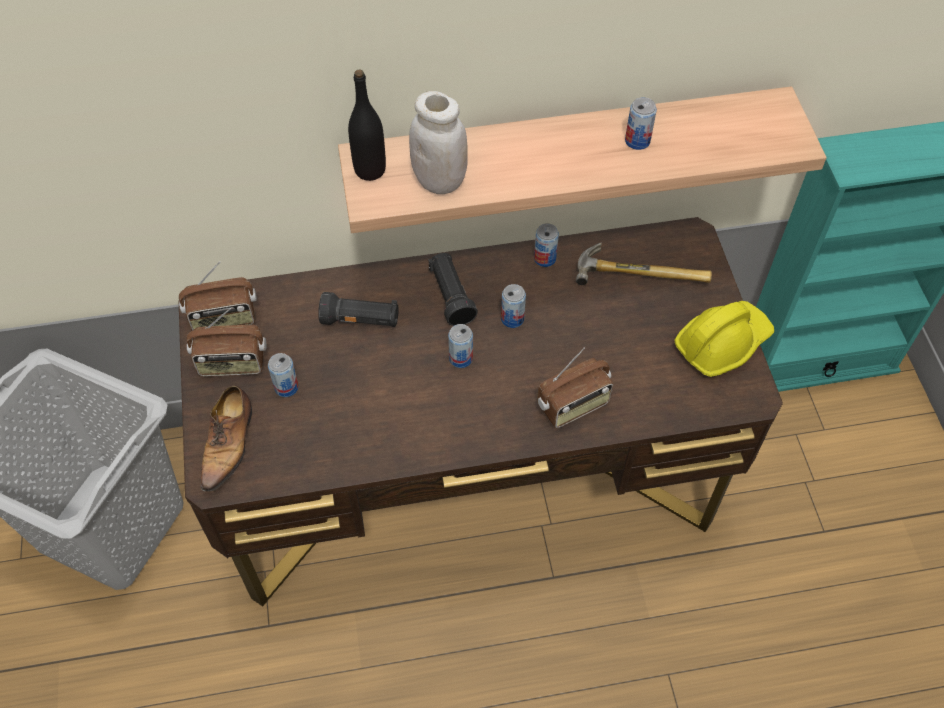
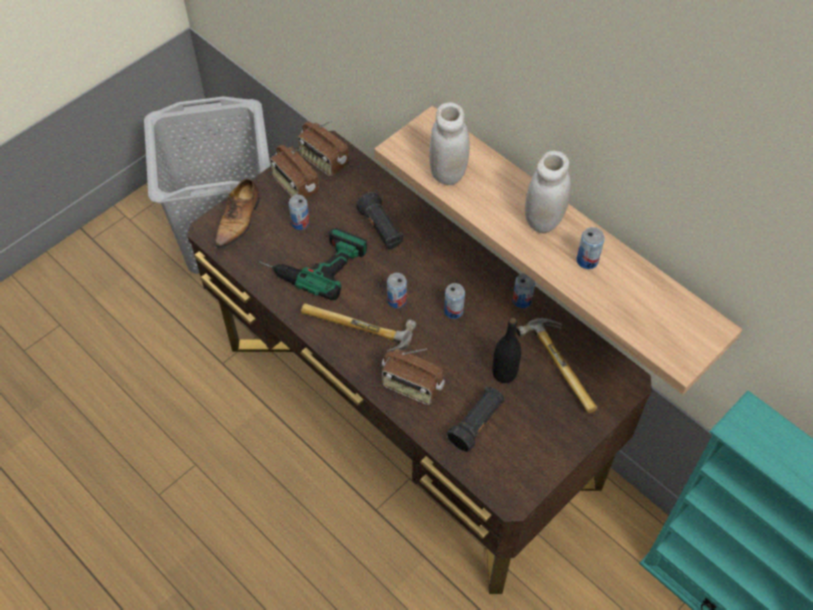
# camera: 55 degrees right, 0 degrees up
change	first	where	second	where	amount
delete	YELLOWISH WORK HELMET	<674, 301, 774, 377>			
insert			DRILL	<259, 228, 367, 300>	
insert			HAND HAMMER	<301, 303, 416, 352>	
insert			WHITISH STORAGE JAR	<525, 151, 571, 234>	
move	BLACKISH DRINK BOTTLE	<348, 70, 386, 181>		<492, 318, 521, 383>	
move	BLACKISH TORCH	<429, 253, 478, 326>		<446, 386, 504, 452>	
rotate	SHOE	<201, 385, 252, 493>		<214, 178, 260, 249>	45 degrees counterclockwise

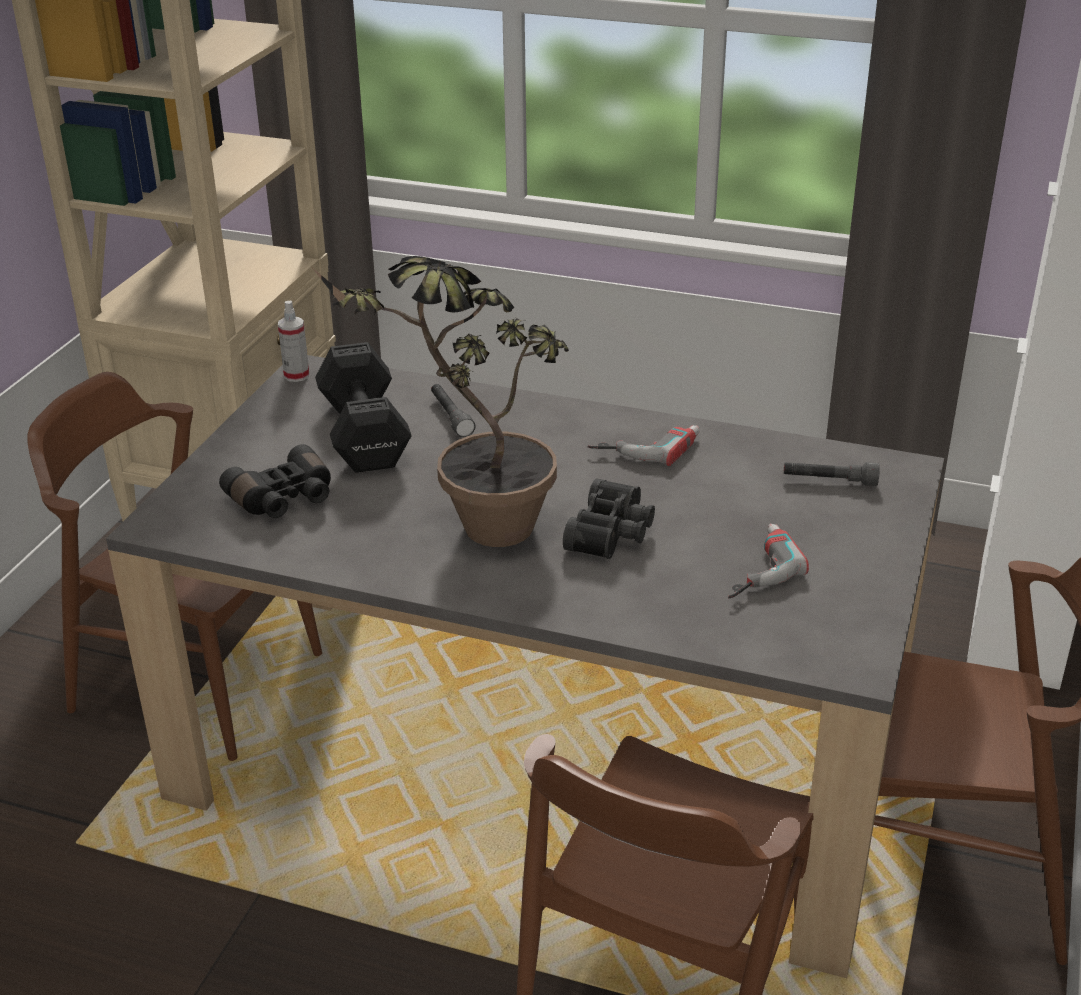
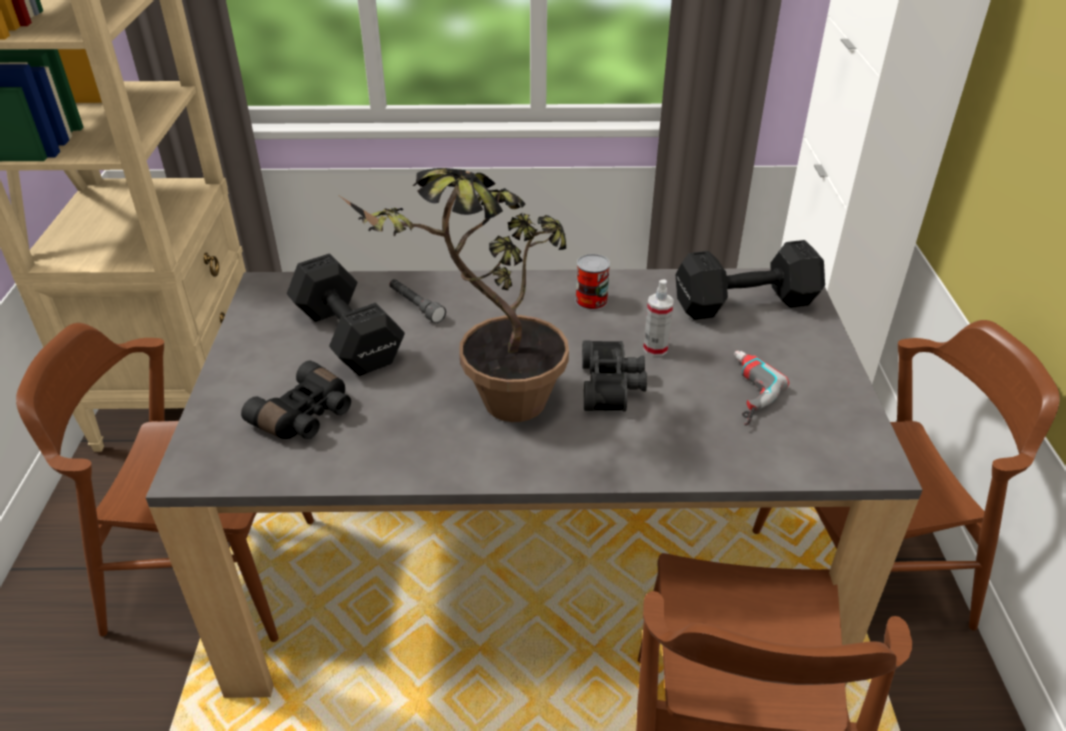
# camera: 20 degrees left, 5 degrees up
change	first	where	second	where	amount
move	HAND SPRAYER	<278, 301, 309, 382>		<643, 280, 674, 356>	
replace	DRILL	<588, 425, 699, 466>	CAN	<575, 254, 610, 310>	
replace	GRAY TORCH	<784, 462, 880, 486>	BLACKISH FREE WEIGHT	<676, 240, 825, 320>	

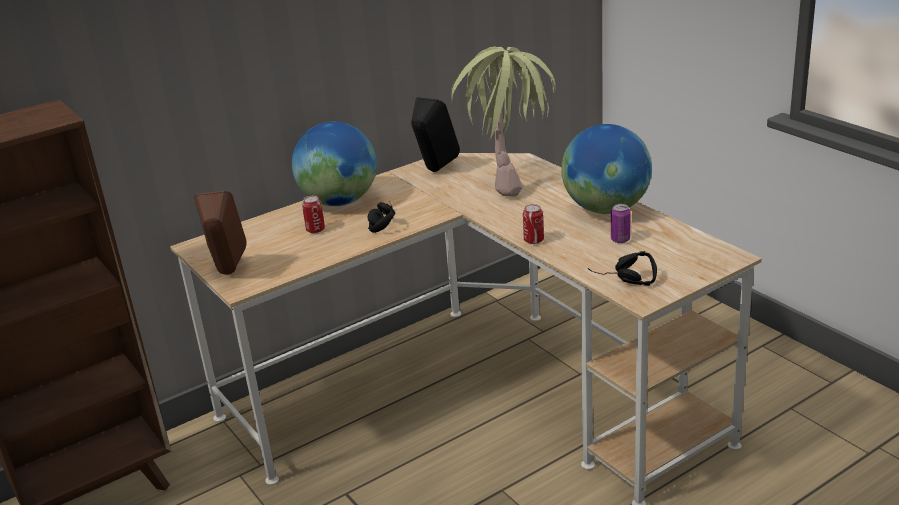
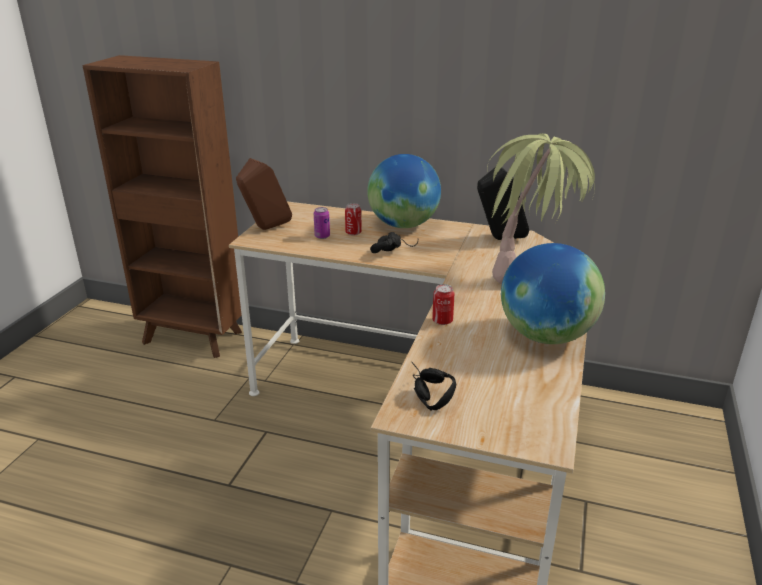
# camera: 50 degrees right, 0 degrees up
change	first	where	second	where	amount
move	CAN	<611, 204, 631, 243>		<314, 207, 330, 239>	

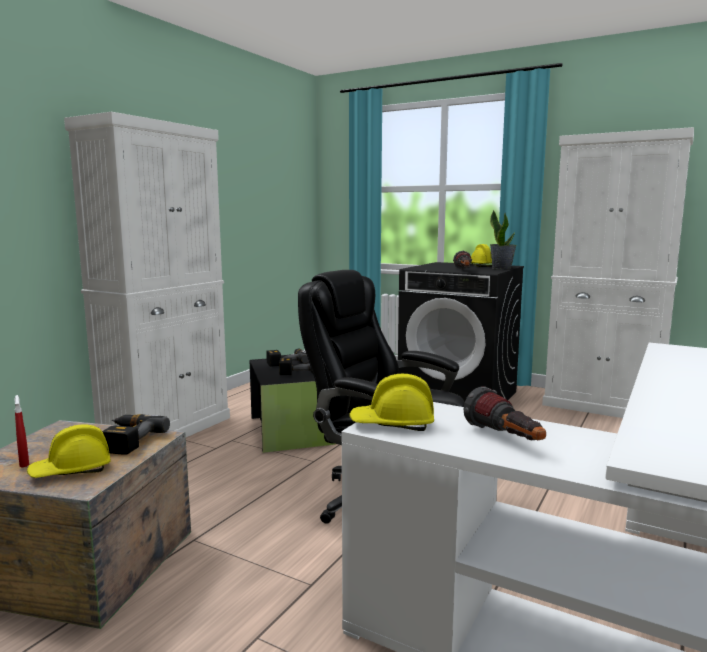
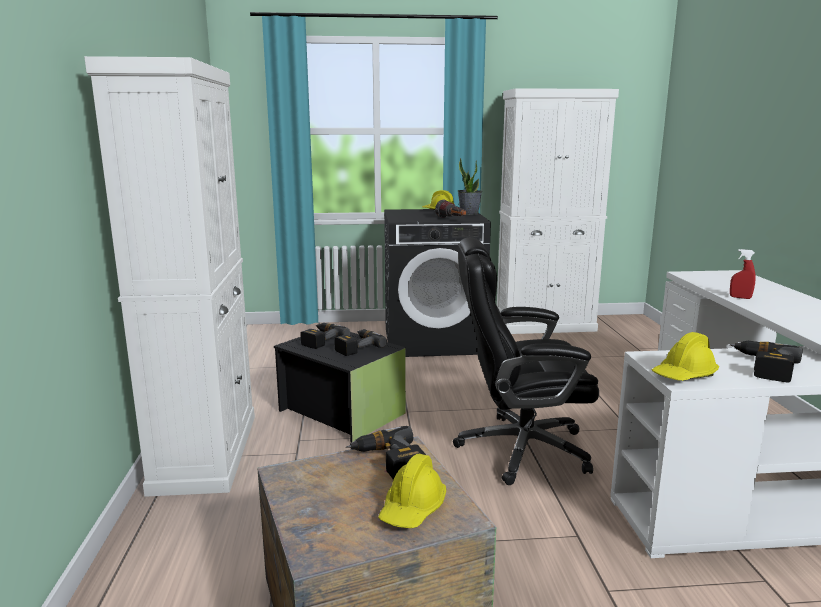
# camera: 35 degrees left, 5 degrees up
change	first	where	second	where	amount
move	REDDISH HAND SPRAYER	<15, 395, 29, 467>		<730, 249, 756, 299>	
replace	TORCH	<464, 386, 546, 440>	DRILL	<730, 341, 803, 382>	

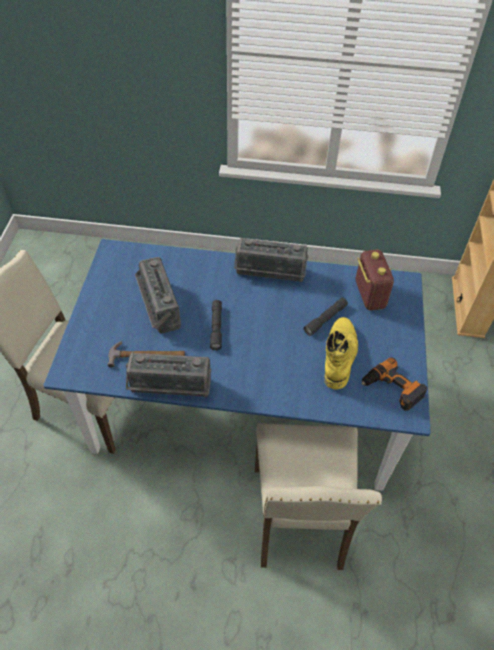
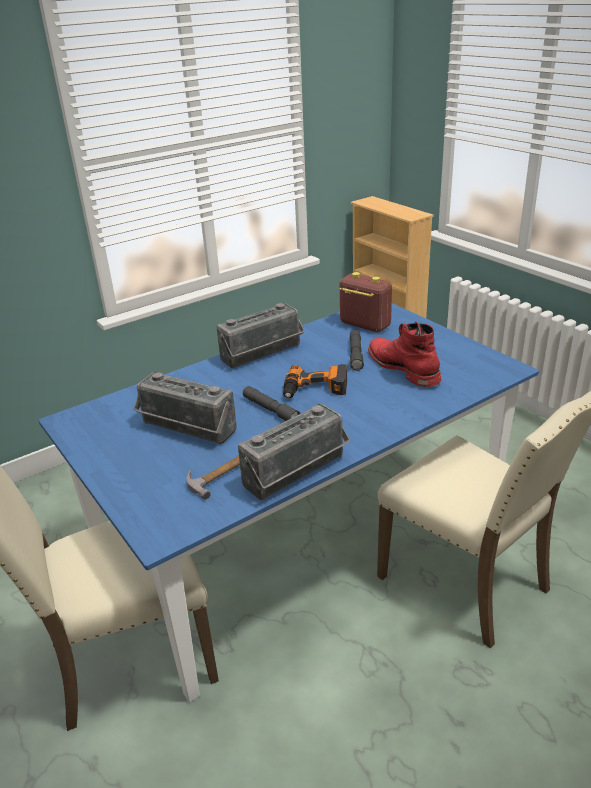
# camera: 40 degrees left, 20 degrees down
change	first	where	second	where	amount
move	DRILL	<362, 357, 427, 411>		<283, 364, 347, 398>	
recolor	YELLOWISH TALL BOOT	<324, 317, 358, 390>	REDDISH TALL BOOT	<368, 322, 441, 387>	

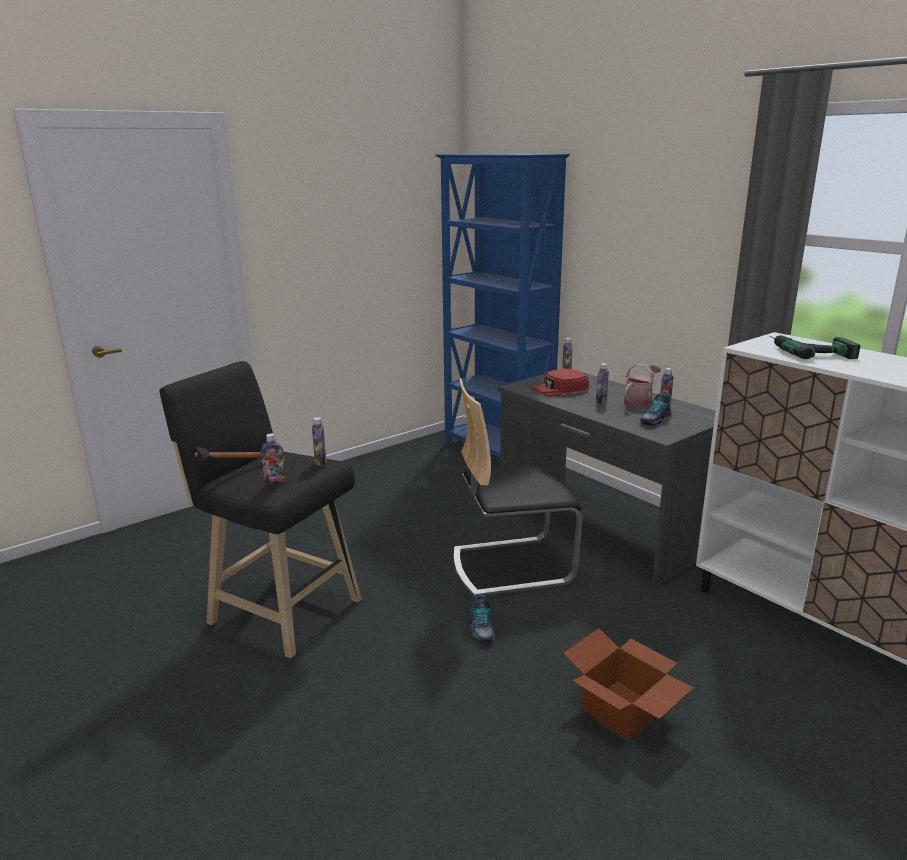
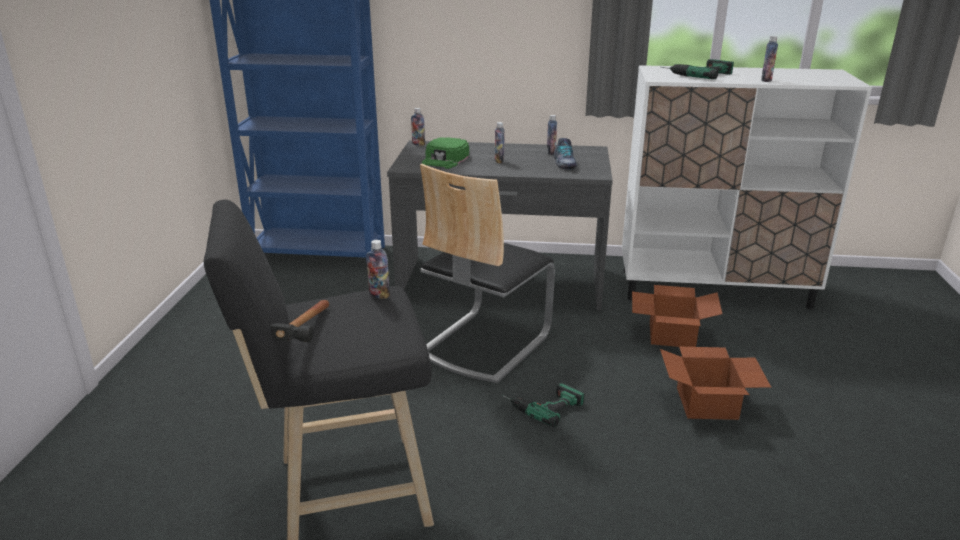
# camera: 45 degrees left, 5 degrees up
change	first	where	second	where	amount
delete	WATERING POT	<624, 364, 661, 407>			
insert			CARDBOARD BOX	<632, 285, 722, 347>	
move	DRINK BOTTLE	<261, 433, 286, 484>		<761, 36, 778, 82>	
replace	SHOE	<470, 595, 495, 643>	DRILL	<502, 383, 585, 427>	
recolor	REDDISH BASEBALL CAP	<532, 368, 589, 397>	GREEN BASEBALL CAP	<422, 137, 469, 169>	

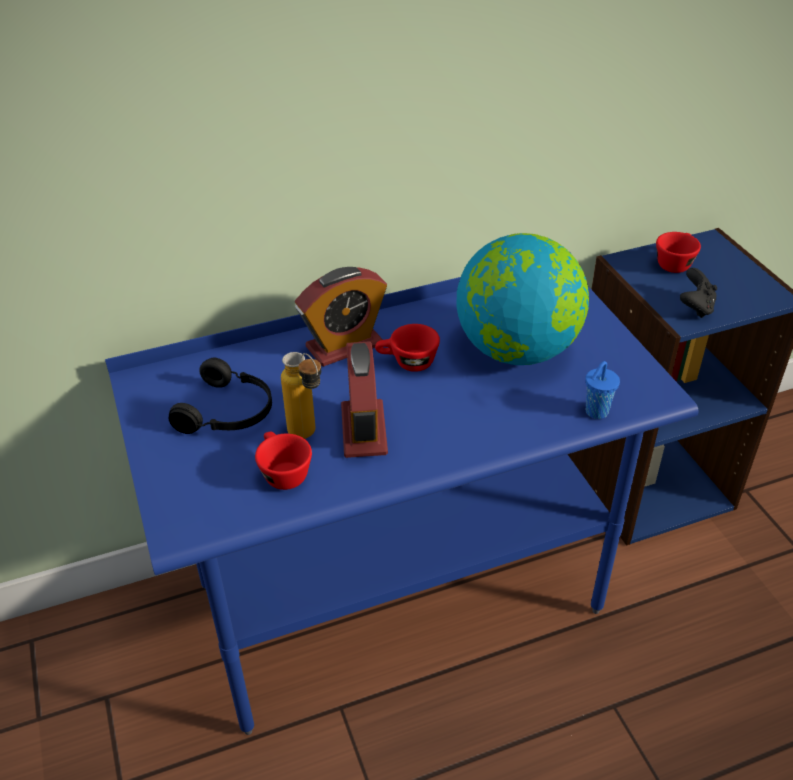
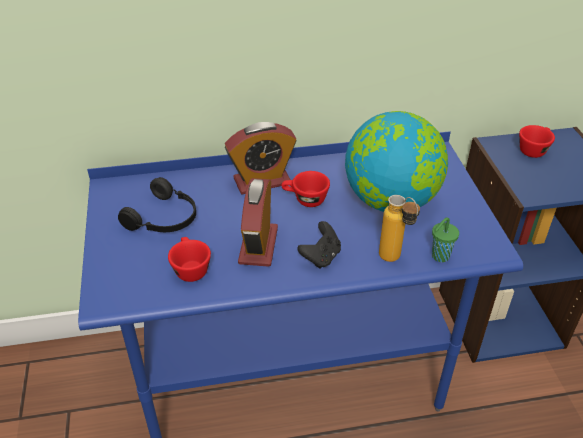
# camera: 10 degrees right, 0 degrees up
change	first	where	second	where	amount
move	DRINK BOTTLE	<281, 352, 321, 439>		<379, 195, 420, 262>	
move	BLACKISH GAME CONTROLLER	<680, 268, 717, 318>		<297, 221, 341, 269>	
recolor	BLUISH SMALL CUP	<585, 361, 620, 419>	GREEN SMALL CUP	<432, 217, 459, 262>	

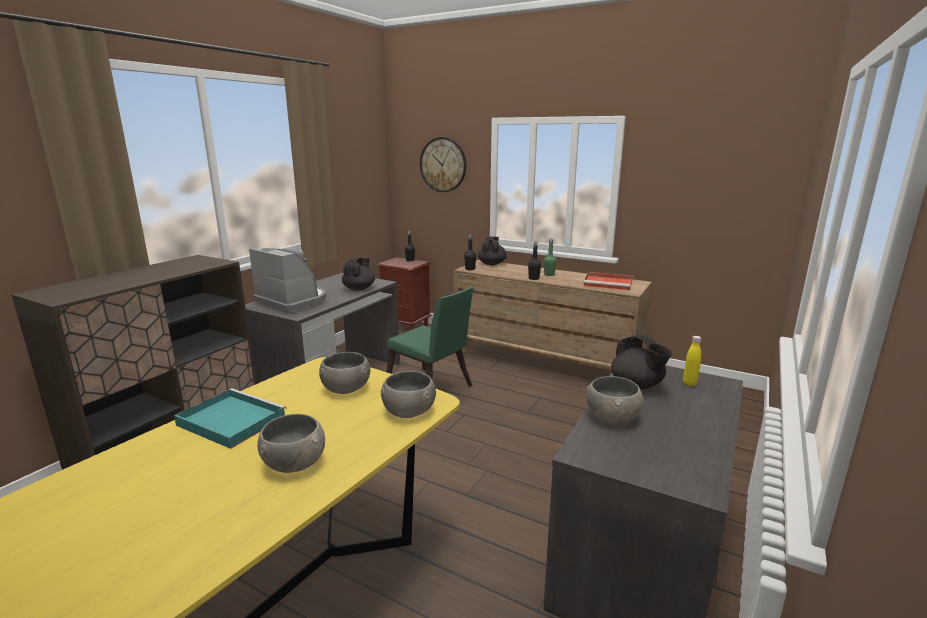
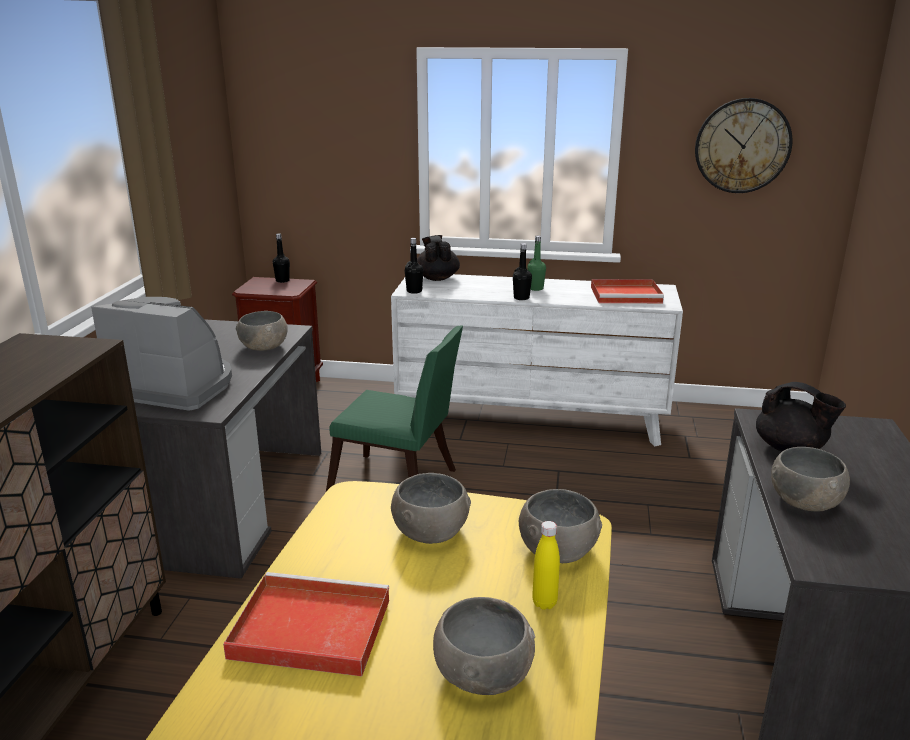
# camera: 20 degrees left, 5 degrees up
change	first	where	second	where	amount
move	WALL CLOCK	<420, 137, 466, 192>		<695, 98, 793, 193>	
move	YELLOWISH DRINK BOTTLE	<683, 336, 701, 387>		<532, 521, 560, 610>	
replace	BLACKISH TEAPOT	<342, 258, 375, 291>	GRAY DEEP DISH	<236, 311, 288, 351>	
recolor	TURQUOISE CARRYING TRAY	<174, 388, 286, 449>	REDDISH CARRYING TRAY	<223, 572, 390, 676>	
recolor	BROWNISH DRAWER CHEST	<454, 260, 652, 370>	WHITISH DRAWER CHEST	<391, 274, 683, 446>	

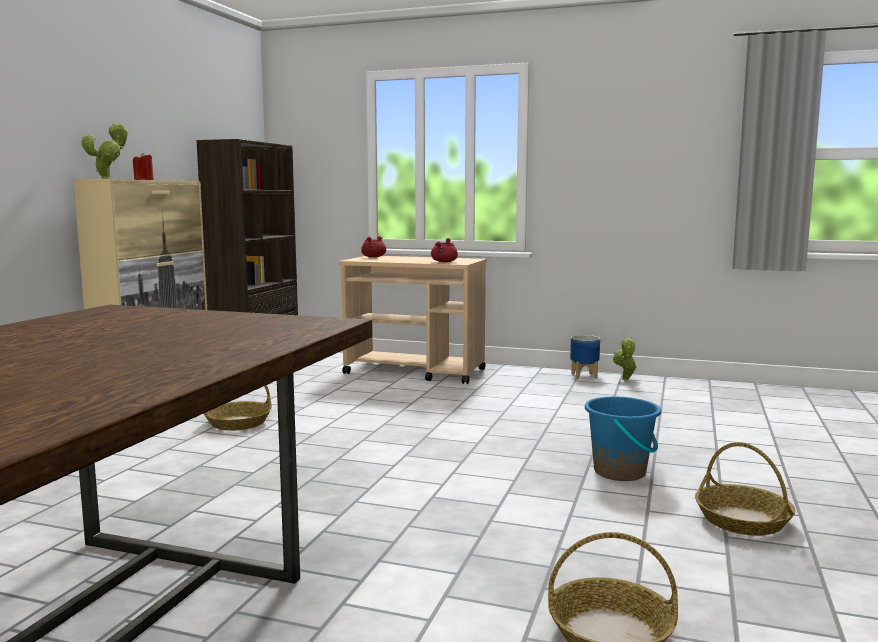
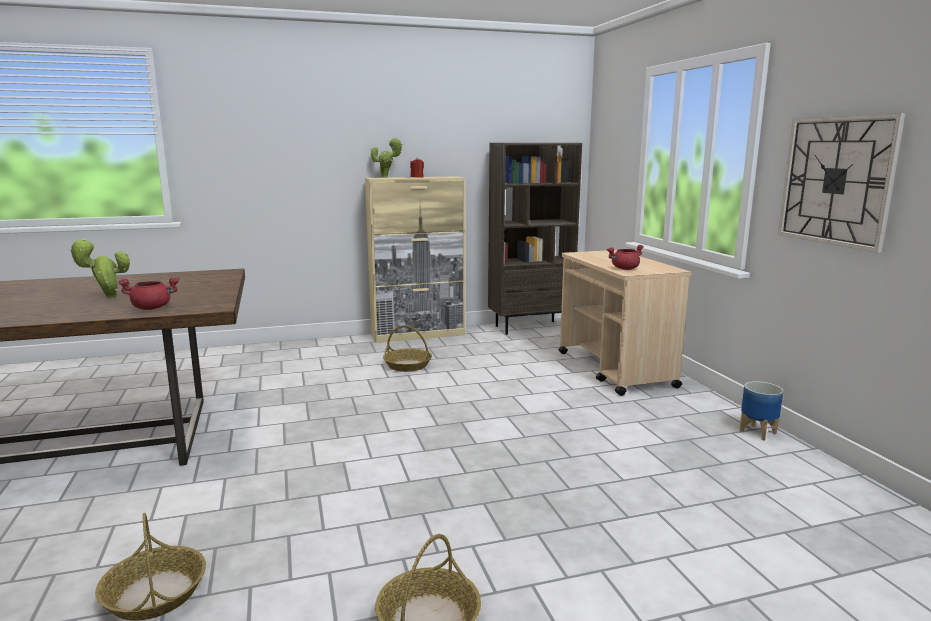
# camera: 55 degrees right, 5 degrees up
change	first	where	second	where	amount
delete	BLUISH BUCKET	<585, 397, 661, 481>			
insert			WALL CLOCK	<778, 113, 906, 253>	
move	REDDISH SAUCEPOT	<361, 236, 386, 257>		<118, 277, 179, 310>	
move	POTTED PLANT	<613, 337, 637, 380>		<69, 239, 130, 298>	

